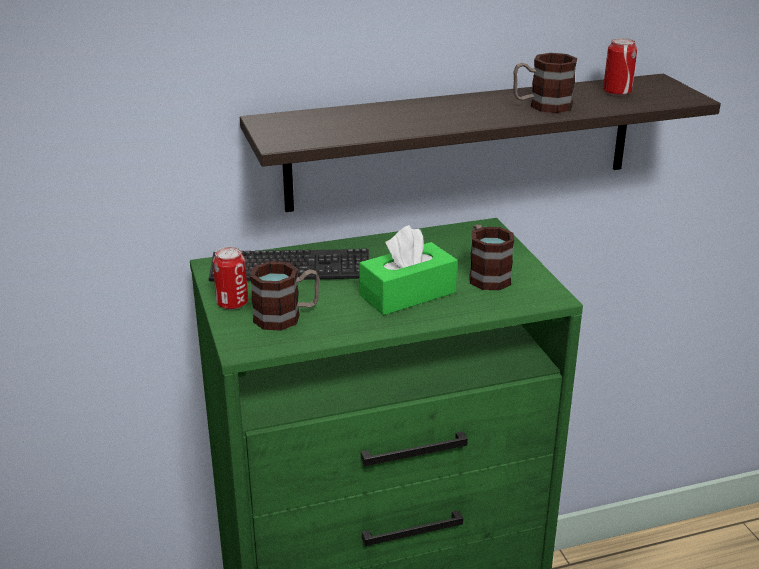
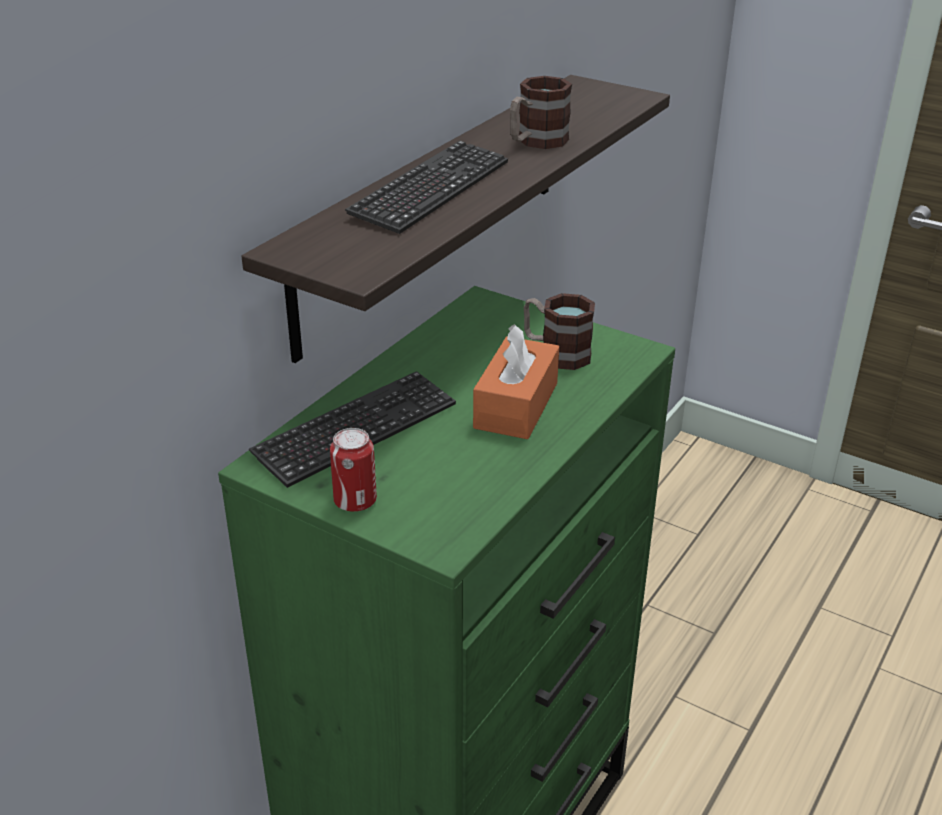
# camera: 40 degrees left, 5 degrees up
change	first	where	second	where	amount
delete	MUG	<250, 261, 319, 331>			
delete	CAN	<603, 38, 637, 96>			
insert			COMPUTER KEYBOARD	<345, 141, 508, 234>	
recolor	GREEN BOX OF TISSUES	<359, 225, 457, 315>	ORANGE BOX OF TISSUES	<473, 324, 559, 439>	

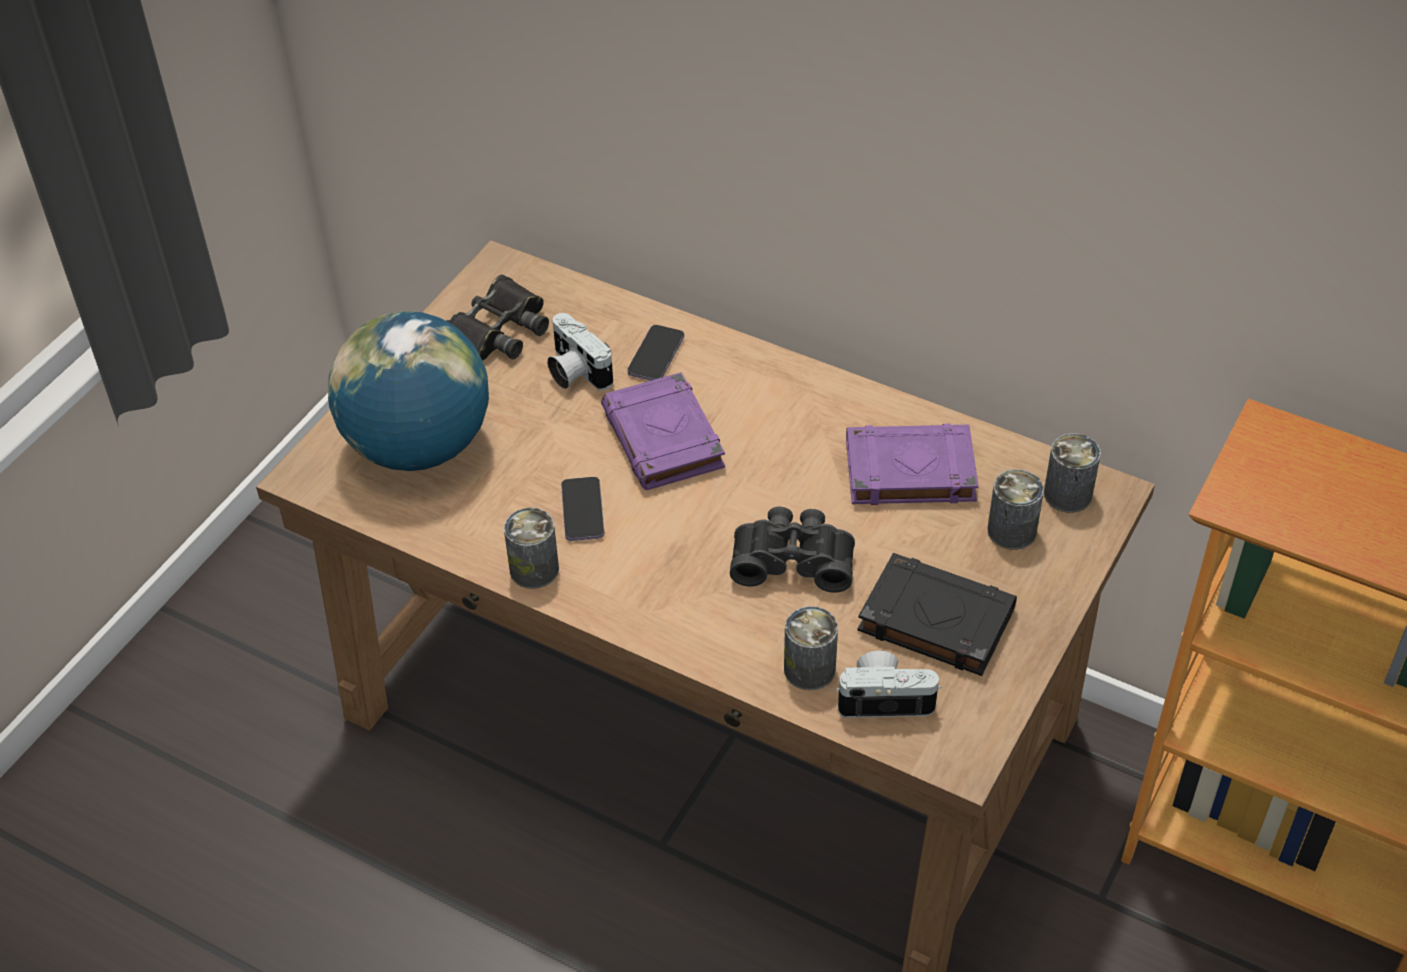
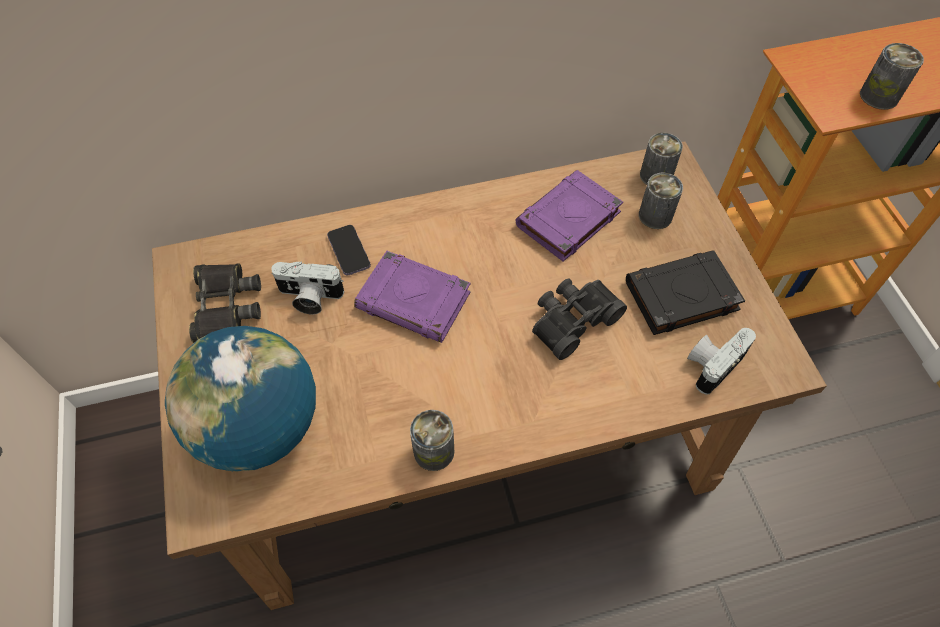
# camera: 45 degrees left, 10 degrees up
change	first	where	second	where	amount
delete	HANDSET	<561, 477, 604, 541>			
move	CAN	<784, 606, 838, 690>		<860, 43, 924, 110>	

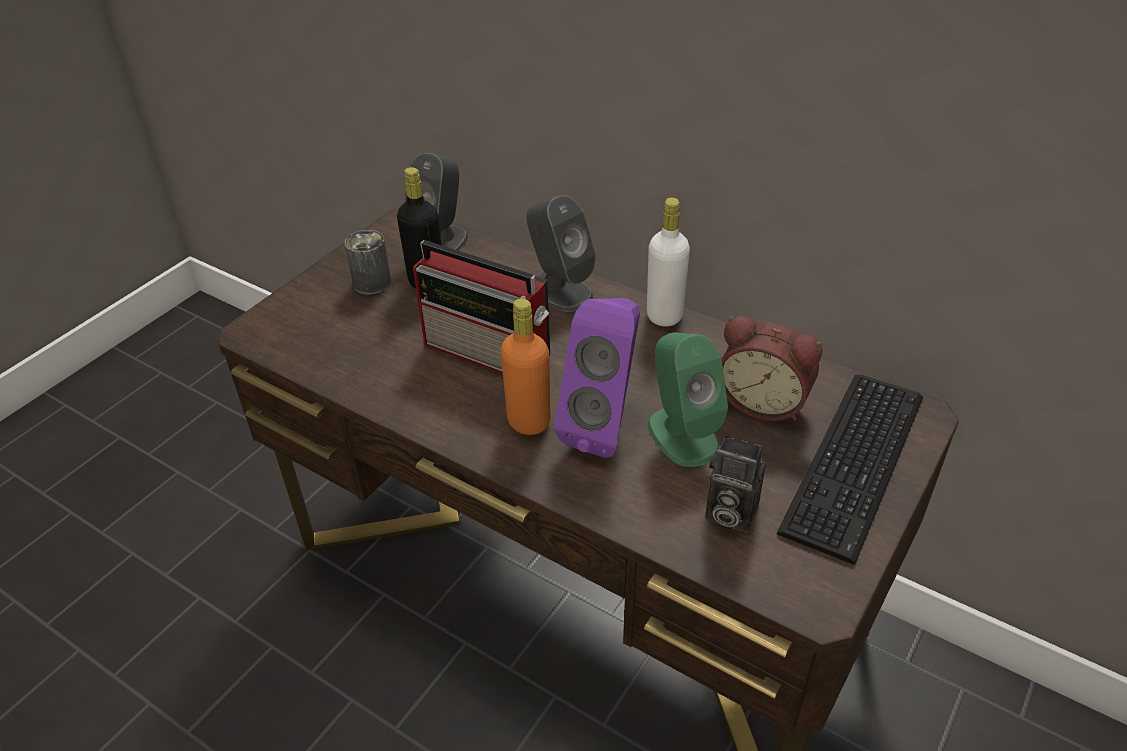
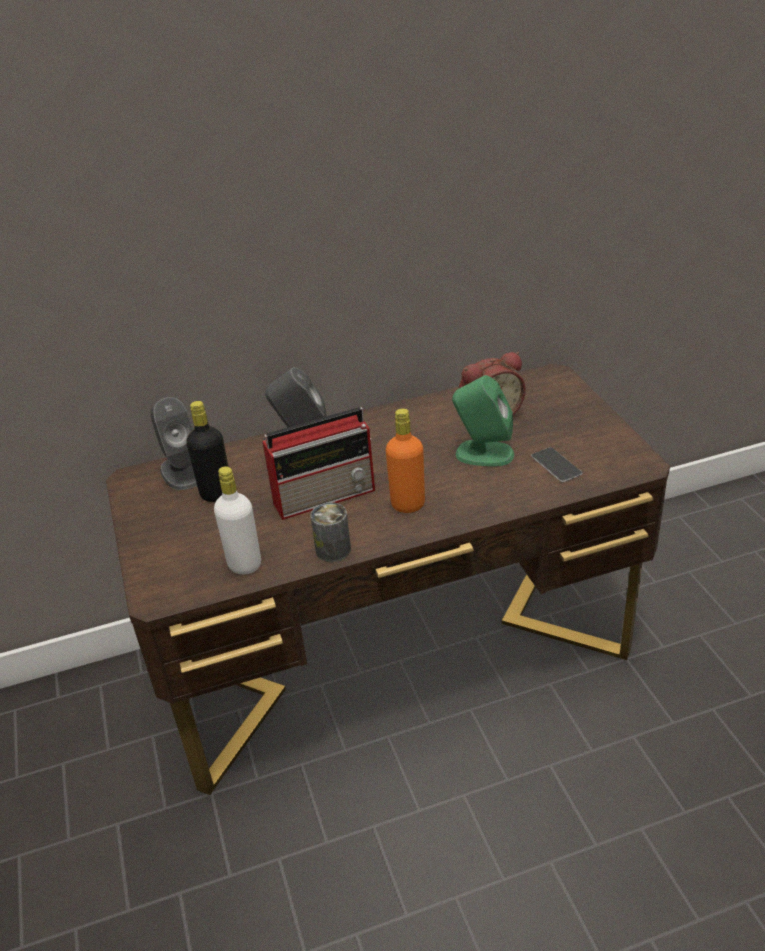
# camera: 50 degrees left, 5 degrees down
change	first	where	second	where	amount
delete	PURPLISH SPEAKER	<554, 298, 640, 458>			
delete	COMPUTER KEYBOARD	<777, 375, 923, 565>			
move	CAN	<345, 230, 391, 295>		<311, 502, 351, 562>	
move	WHITISH DRINK BOTTLE	<647, 197, 690, 327>		<214, 466, 261, 574>	
replace	PHOTO CAMERA	<705, 435, 766, 533>	HANDSET	<531, 447, 583, 482>	

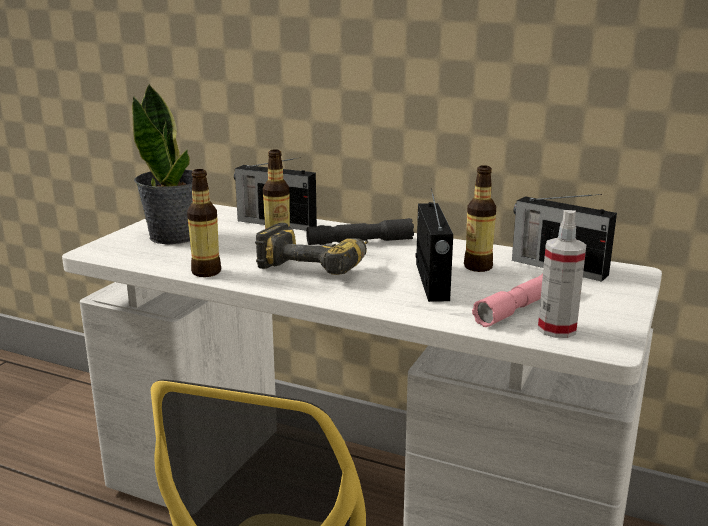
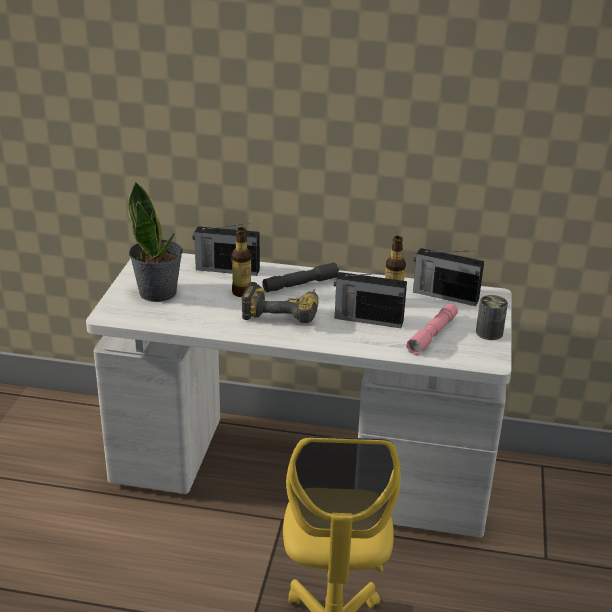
# camera: 15 degrees left, 10 degrees up
change	first	where	second	where	amount
delete	DRINK BOTTLE	<187, 169, 221, 277>			
delete	HAND SPRAYER	<538, 210, 587, 338>			
insert			CAN	<476, 295, 508, 340>	
rotate	RADIO RECEIVER	<416, 189, 453, 302>		<334, 272, 407, 328>	120 degrees clockwise

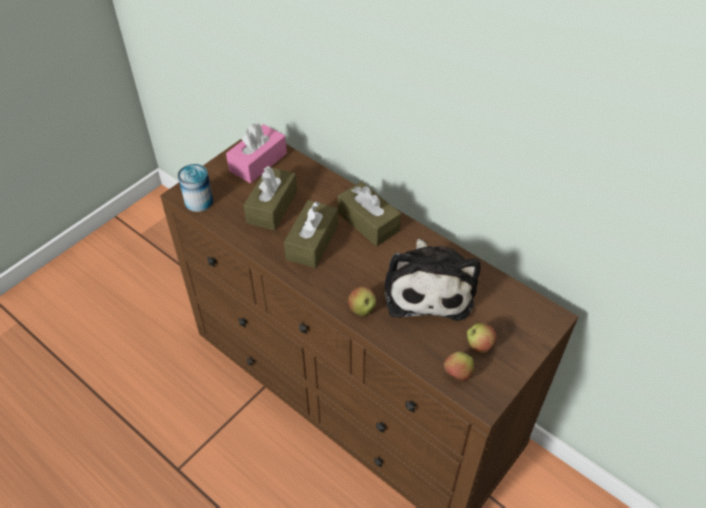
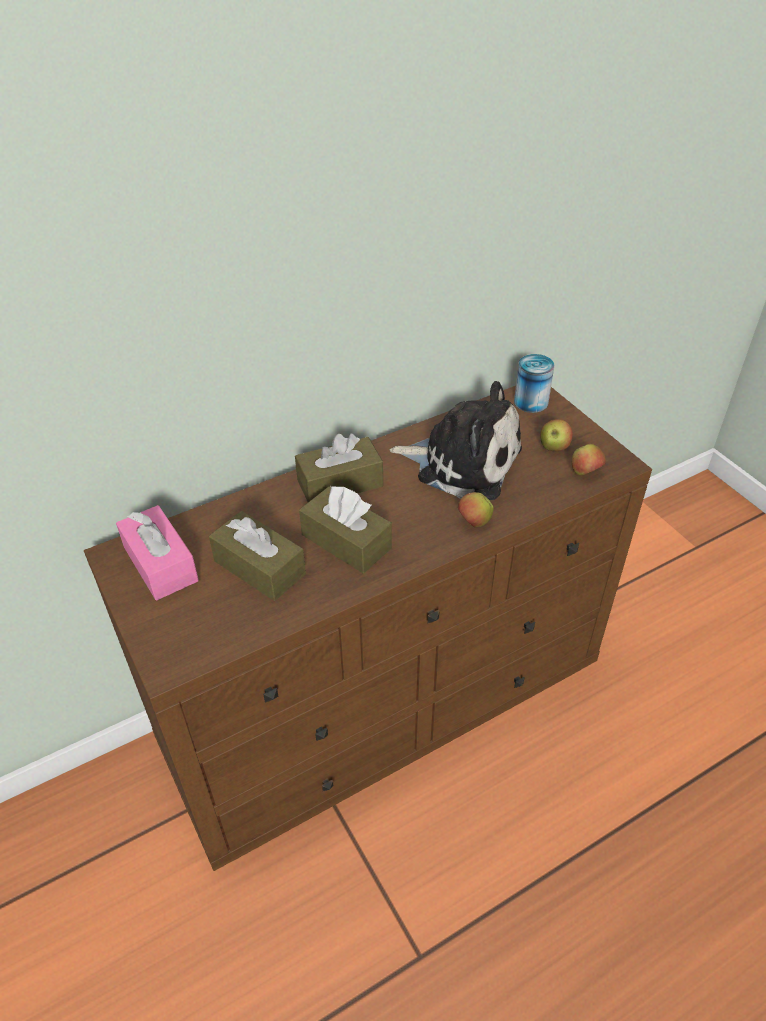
# camera: 70 degrees left, 5 degrees down
change	first	where	second	where	amount
move	CAN	<178, 164, 213, 212>		<514, 354, 554, 413>	

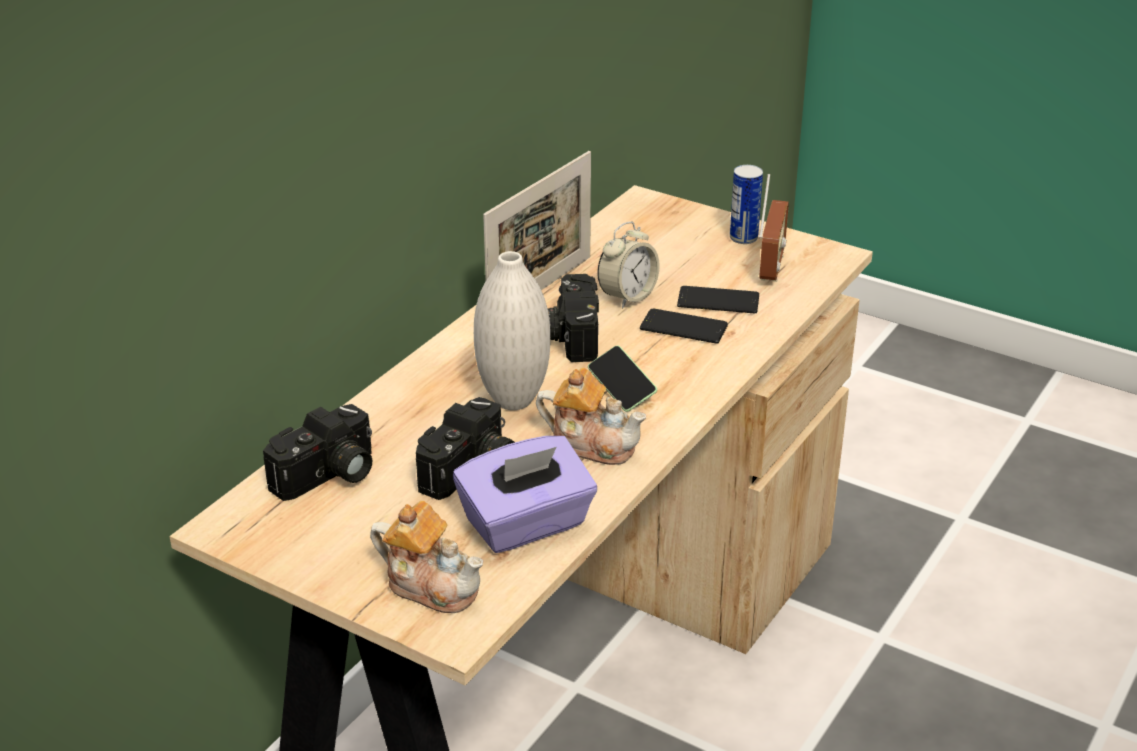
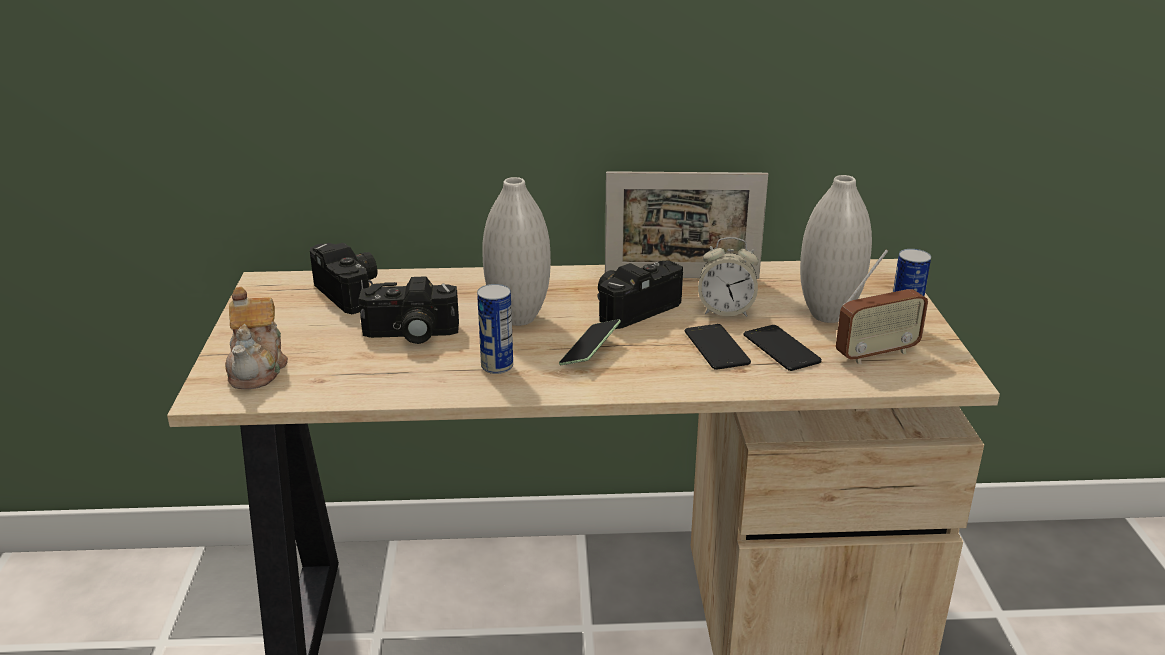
# camera: 55 degrees right, 5 degrees down
change	first	where	second	where	amount
delete	PURPLISH BOX OF TISSUES	<453, 436, 597, 553>			
insert			WHITISH DECORATIVE VASE	<800, 175, 872, 323>	
replace	TEAPOT	<536, 368, 646, 465>	CAN	<477, 284, 513, 374>	
rotate	PHOTO CAMERA	<263, 404, 372, 501>		<310, 243, 377, 314>	135 degrees counterclockwise

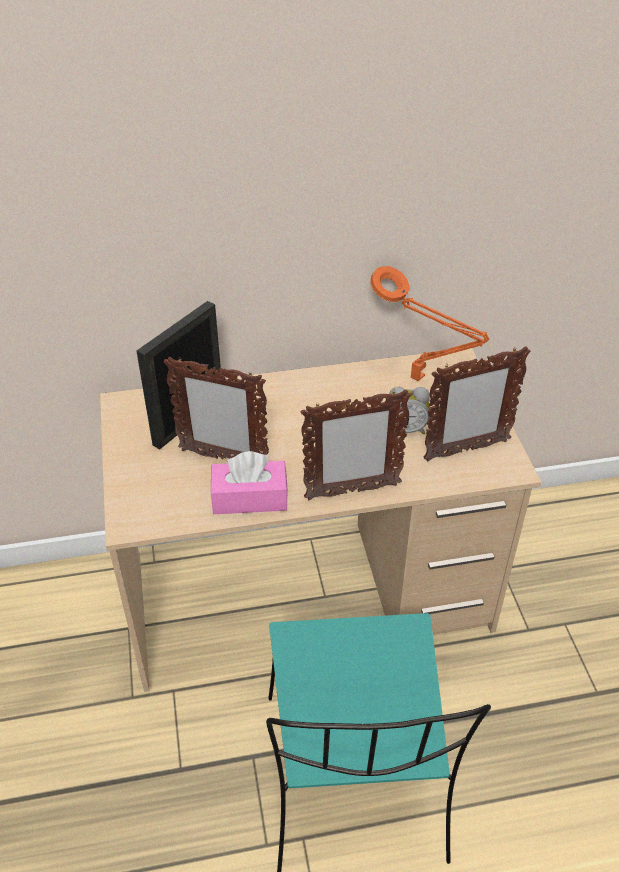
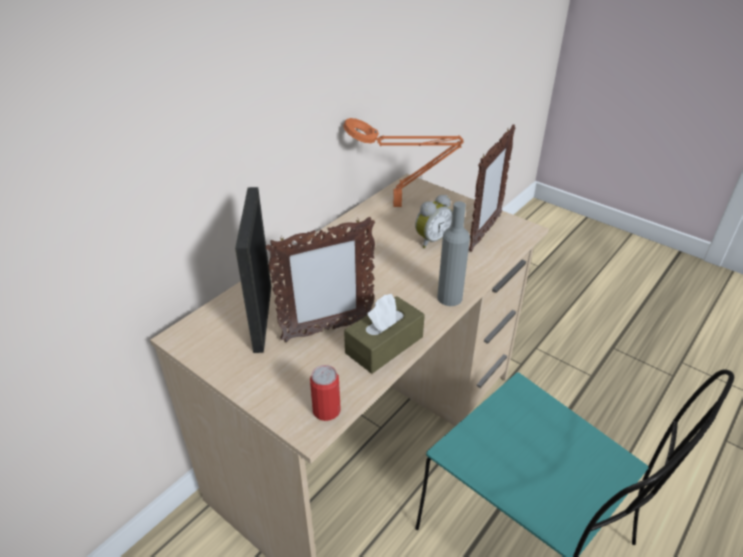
# camera: 40 degrees left, 5 degrees down
change	first	where	second	where	amount
insert			CAN	<310, 365, 341, 421>	
replace	PHOTO FRAME	<301, 389, 411, 500>	GRAY DRINK BOTTLE	<437, 201, 470, 306>	
recolor	PINK BOX OF TISSUES	<211, 451, 288, 514>	BROWNISH BOX OF TISSUES	<344, 294, 425, 374>	

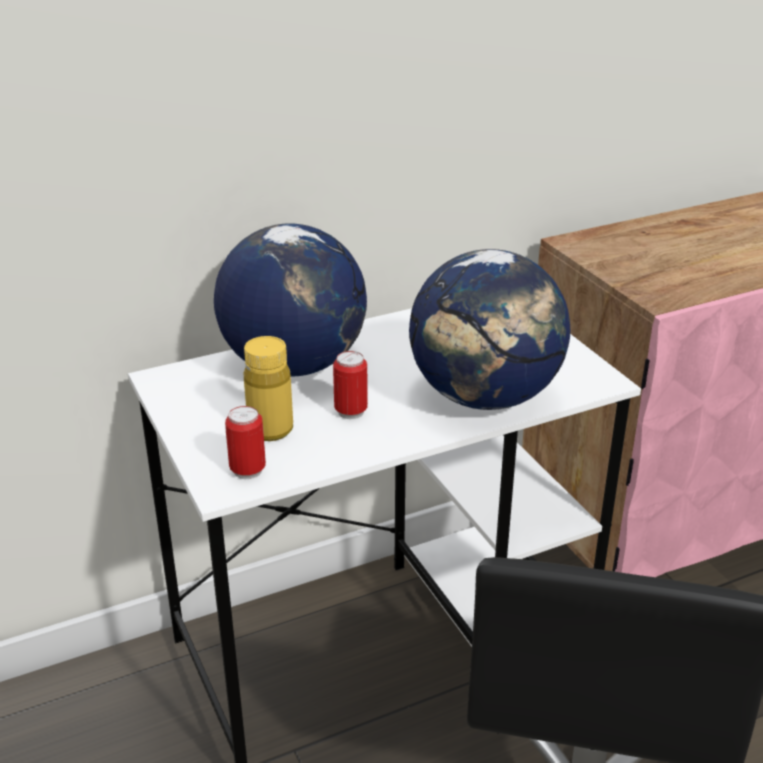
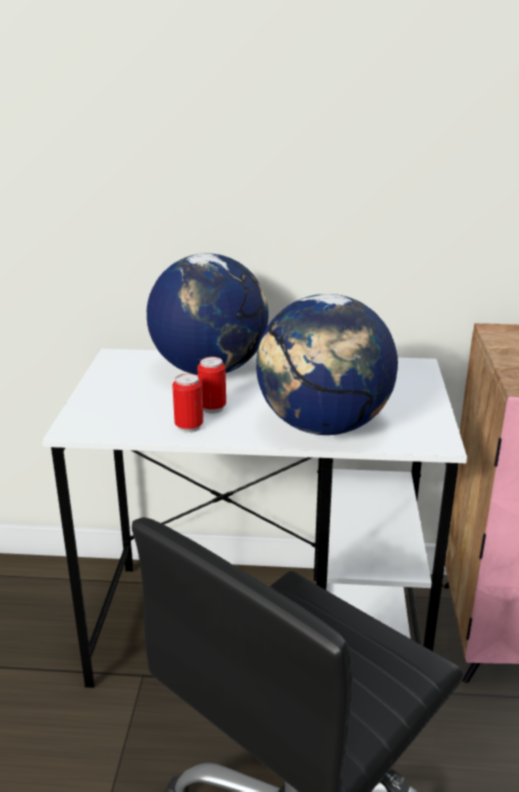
# camera: 30 degrees right, 5 degrees down
change	first	where	second	where	amount
delete	YELLOWISH DRINK BOTTLE	<244, 336, 293, 441>			
move	CAN	<225, 406, 266, 479>		<172, 374, 203, 433>	

